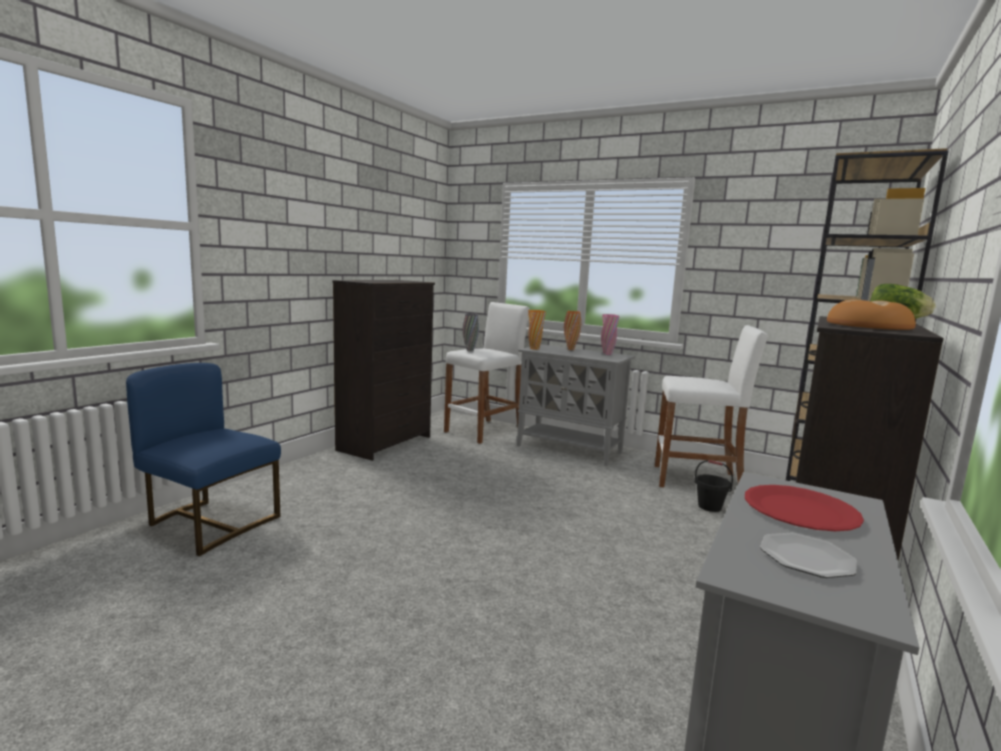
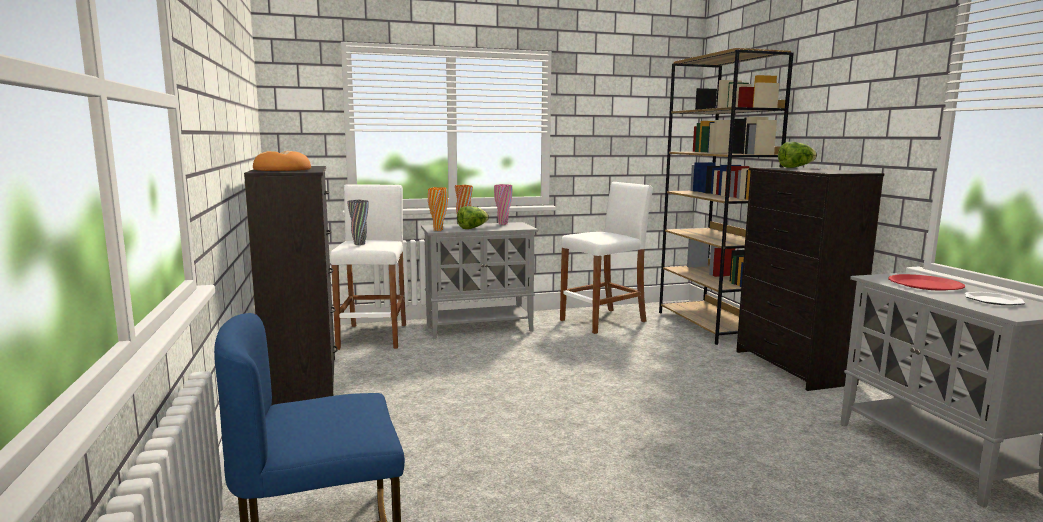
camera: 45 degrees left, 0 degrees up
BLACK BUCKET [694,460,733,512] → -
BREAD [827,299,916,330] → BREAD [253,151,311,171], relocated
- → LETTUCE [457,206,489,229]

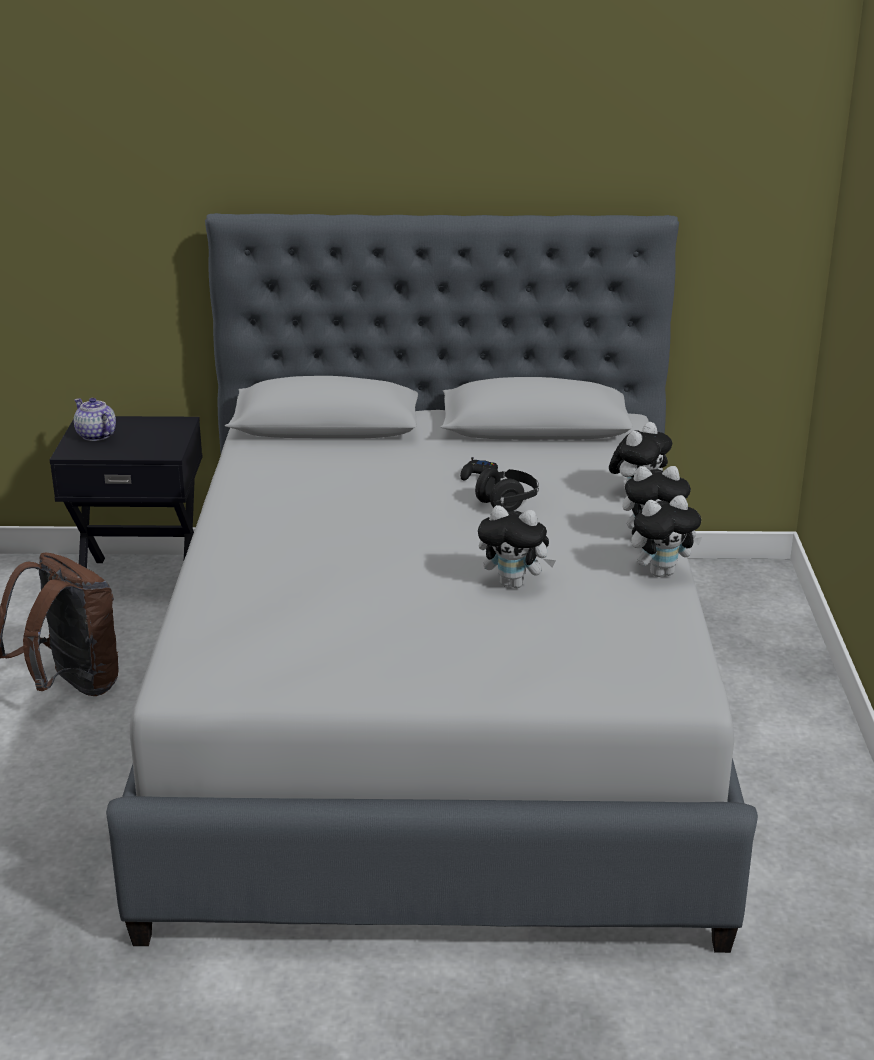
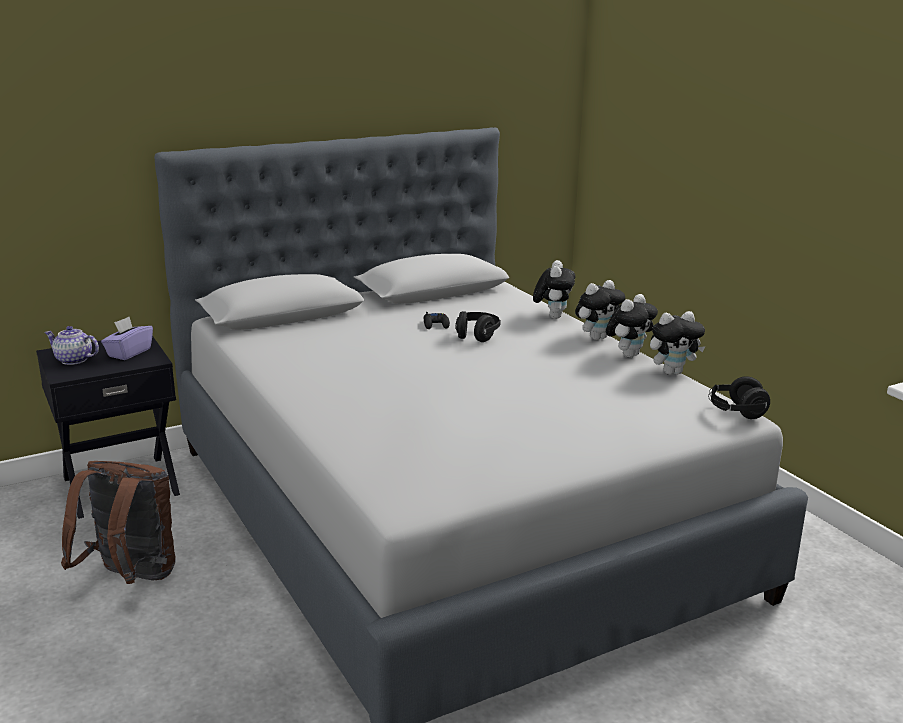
camera: 30 degrees left, 5 degrees down
PLUSH TOY [478,505,556,588] → PLUSH TOY [650,311,706,375], relocated
- → PURPLE TISSUE BOX [101,316,153,360]
- → BLACK HEADPHONES [708,376,770,419]

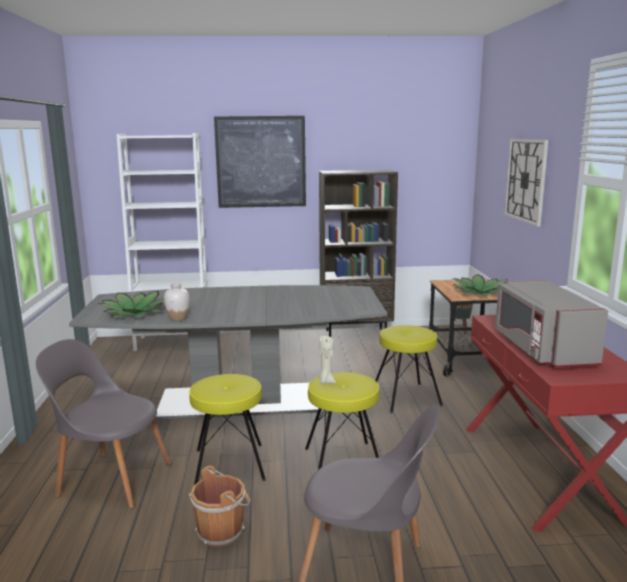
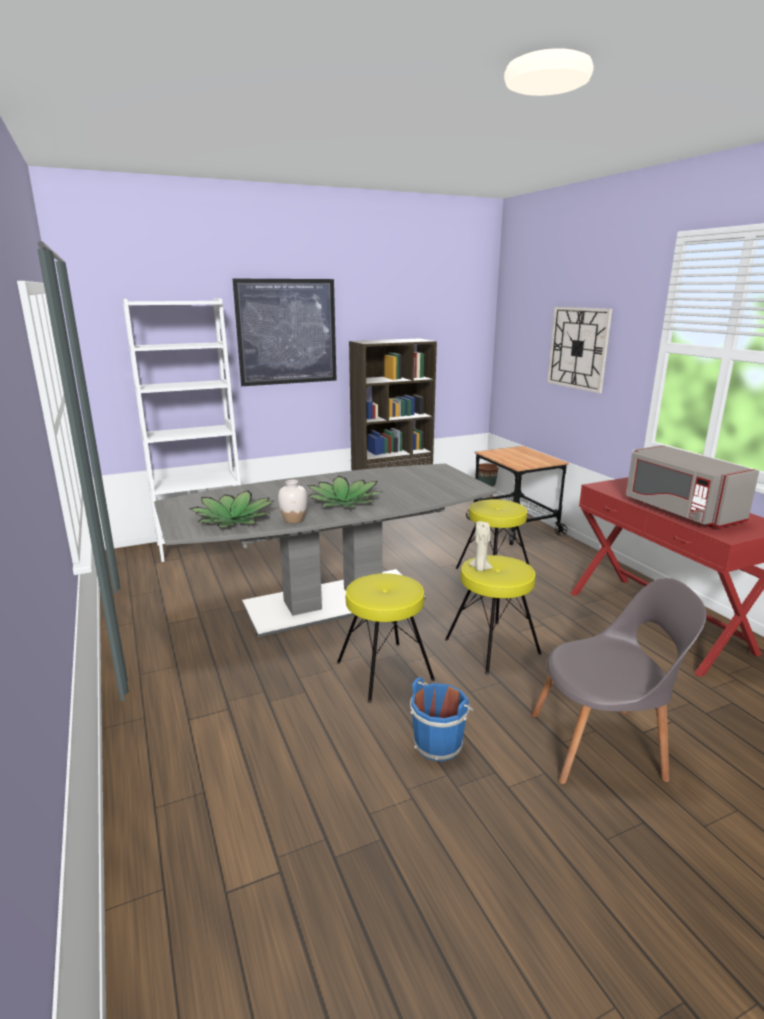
camera: 20 degrees left, 5 degrees up
GREY CHAIR [36,339,171,508] → -
BROWN BUCKET [189,466,251,547] → BLUE BUCKET [410,677,474,762]
POTTED PLANT [453,274,507,296] → POTTED PLANT [307,476,382,509], relocated

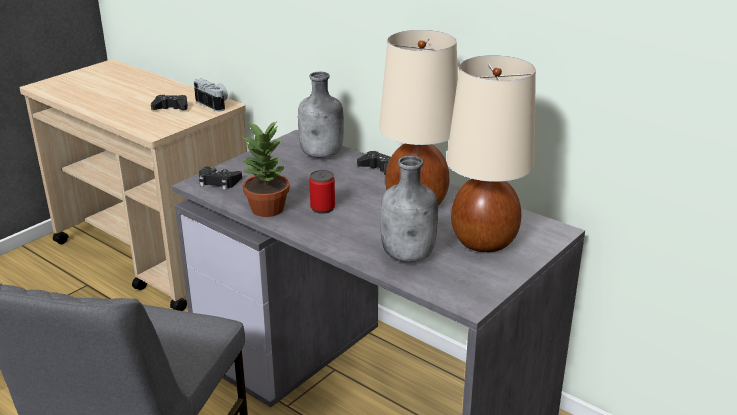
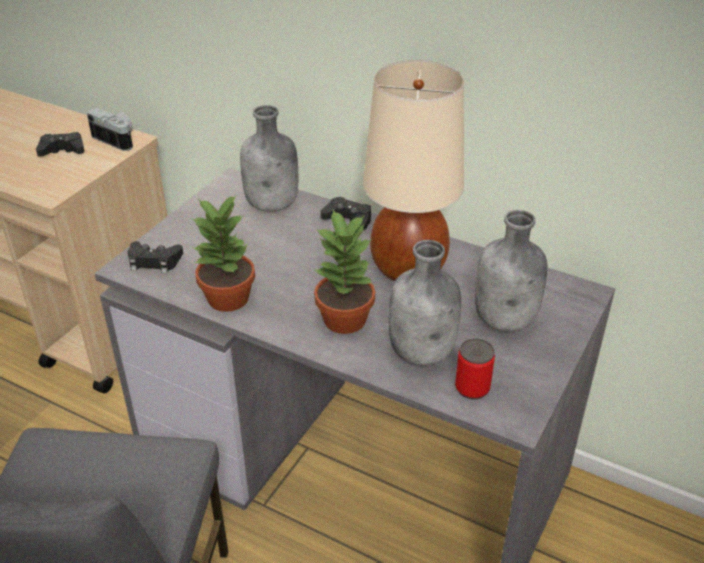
camera: 10 degrees left, 10 degrees up
CAN [309,170,335,214] → CAN [455,339,495,400], relocated
BEIGE TABLE LAMP [446,55,536,252] → GREY BOTTLE [475,210,547,331]
- → POTTED PLANT [313,210,375,334]

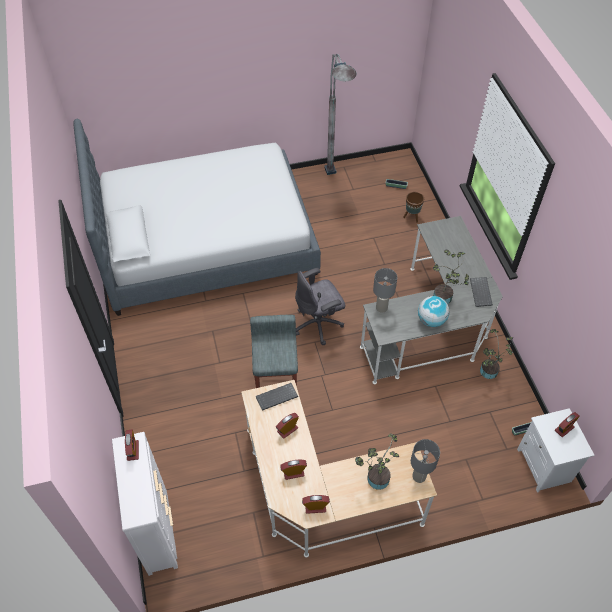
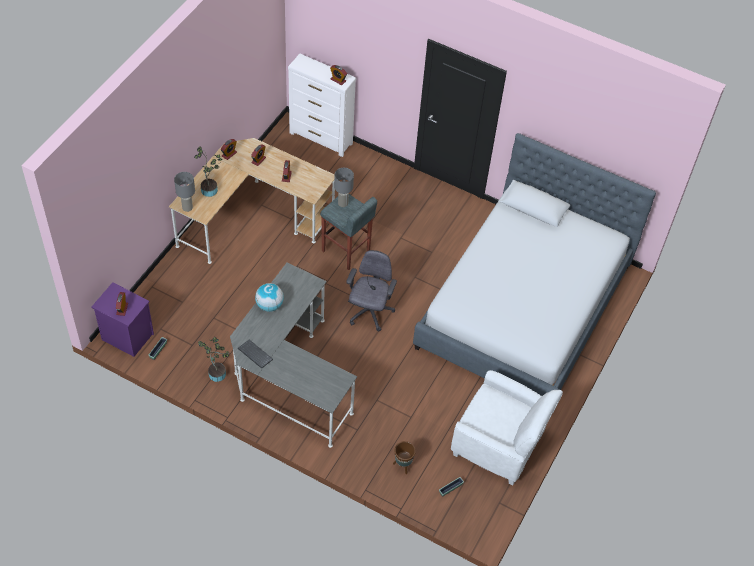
camera: 130 degrees right, 0 degrees up
KEYBOARD [256,383,298,411] → -
GREY FLOOR LAMP [324,54,357,175] → WHITE ARMCHAIR [451,370,563,485]
GREY TABLE LAMP [373,268,397,313] → GREY TABLE LAMP [334,168,354,207], relocated
POTTED PLANT [433,250,469,304] → -
WHITE NIGHTSTAND [517,408,594,492] → PURPLE NIGHTSTAND [91,282,154,357]

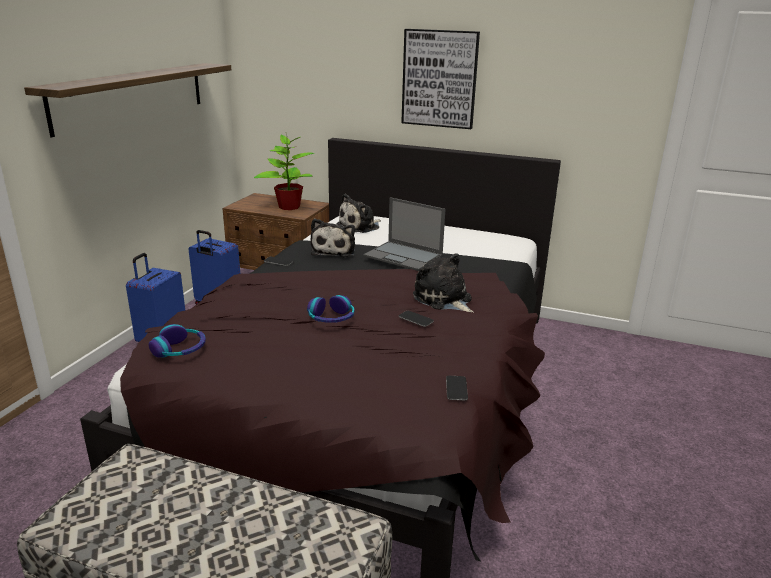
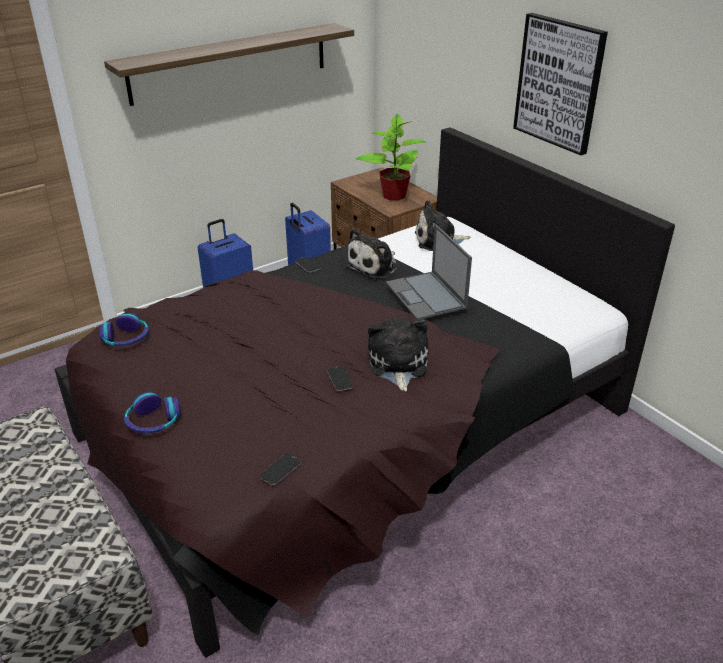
camera: 35 degrees right, 10 degrees up
HEADPHONES [307,295,354,323] → HEADPHONES [124,392,181,433], relocated

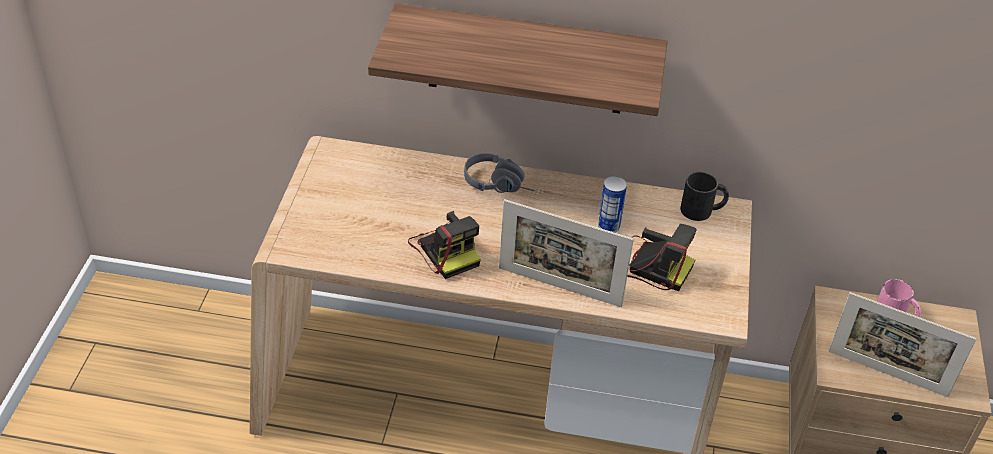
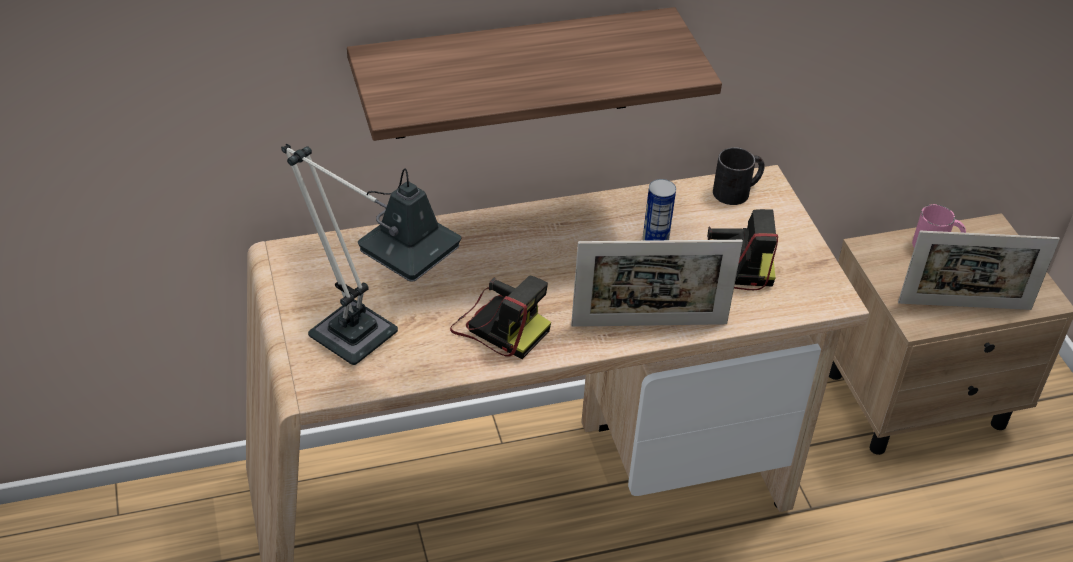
camera: 25 degrees left, 0 degrees up
GREY HEADPHONES [464,153,534,193] → -
- → TABLE LAMP [281,144,461,365]

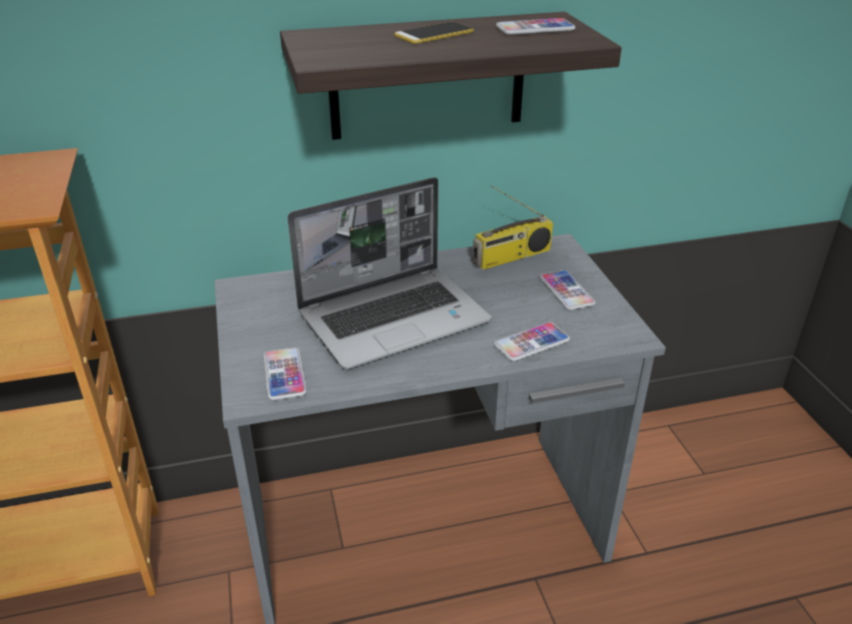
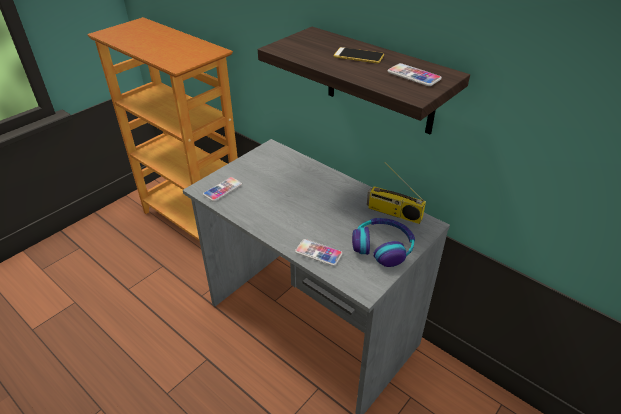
camera: 55 degrees right, 5 degrees up
LAPTOP [288,177,492,369] → -
PHONE [540,270,596,310] → HEADPHONES [352,218,415,267]

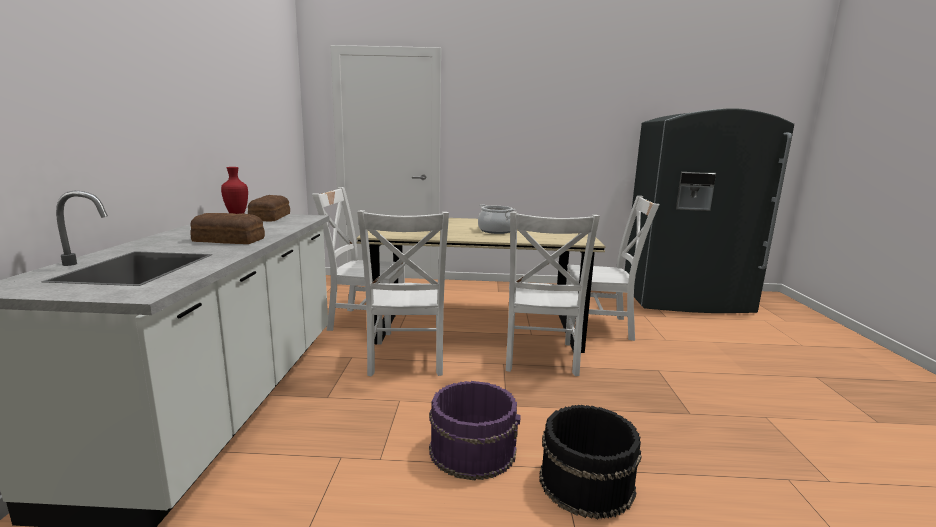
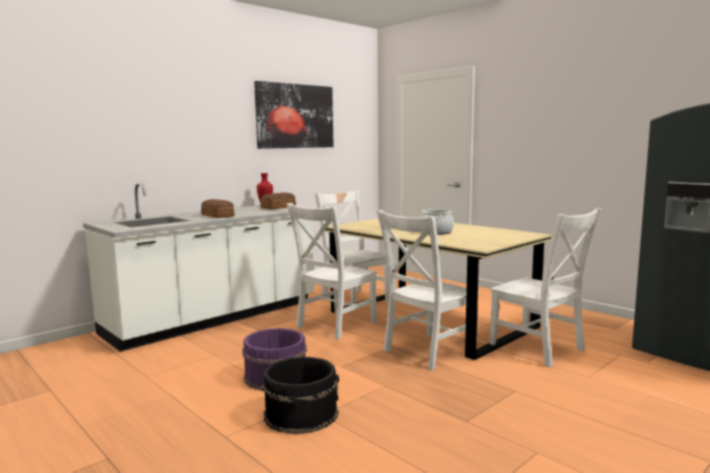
camera: 45 degrees right, 5 degrees down
- → PICTURE [254,81,334,149]

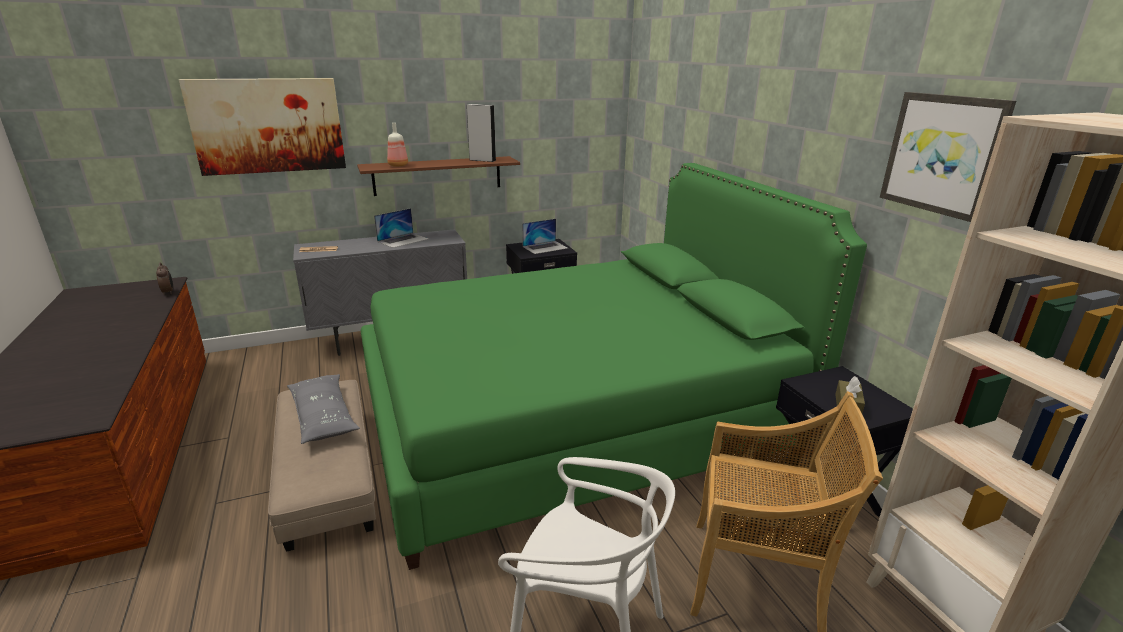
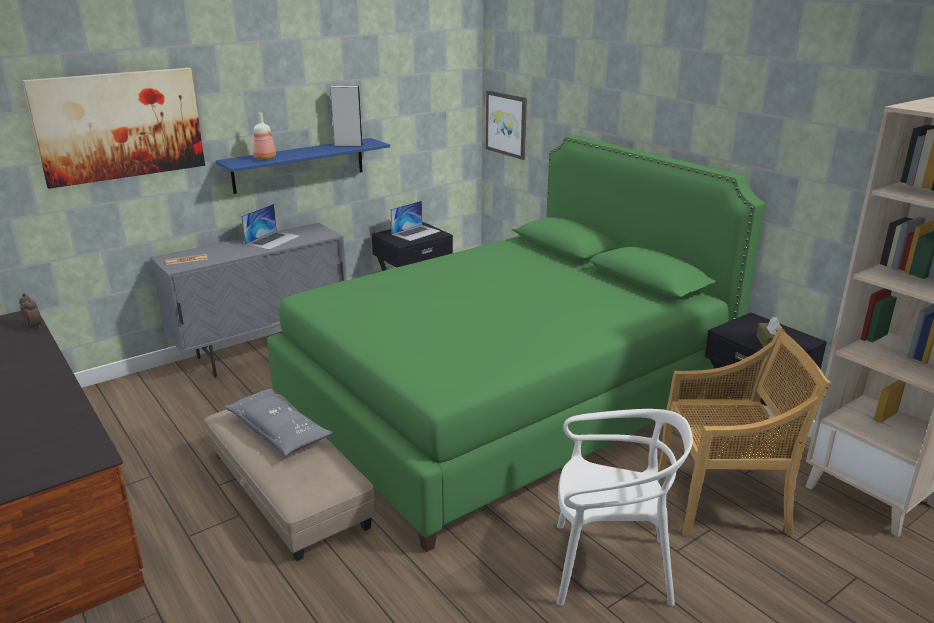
camera: 15 degrees left, 0 degrees up
BROWN SHELF [357,156,520,196] → BLUE SHELF [216,138,390,194]
PICTURE [880,92,1016,222] → PICTURE [486,90,527,160], relocated

